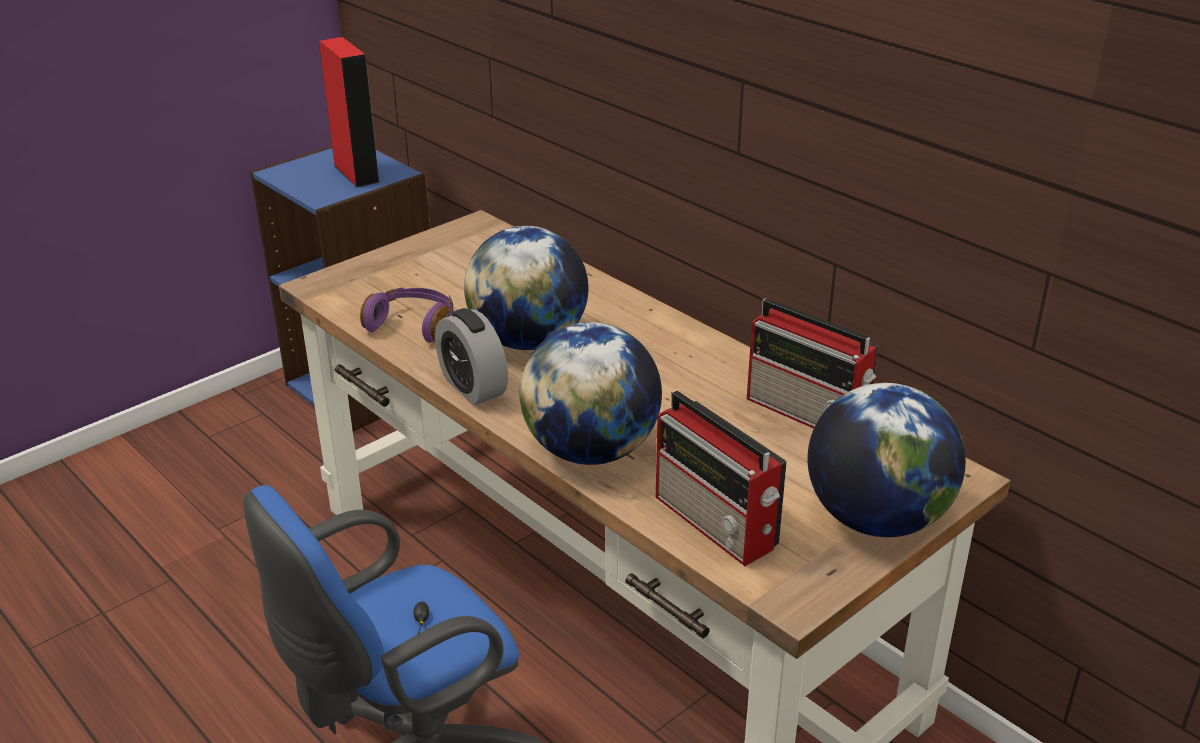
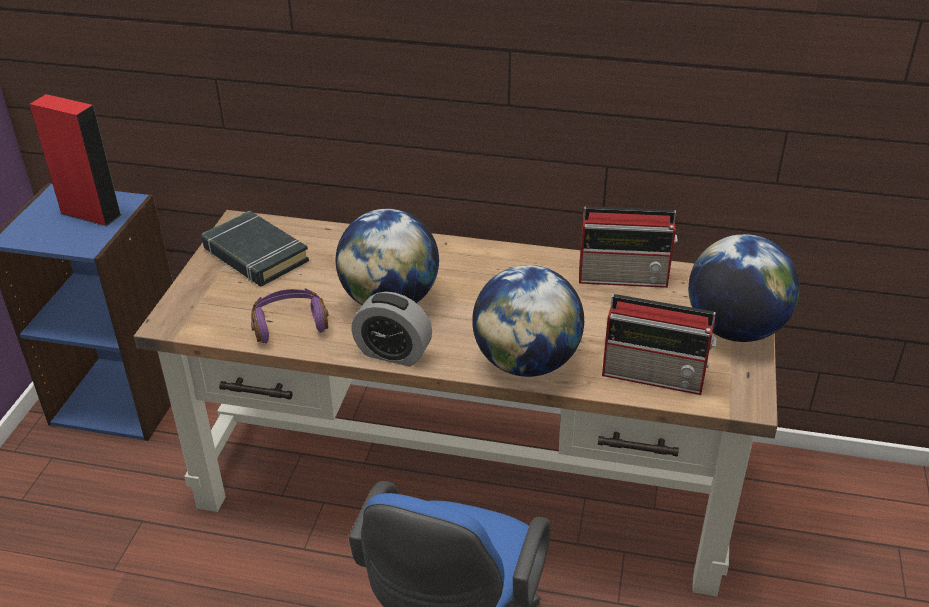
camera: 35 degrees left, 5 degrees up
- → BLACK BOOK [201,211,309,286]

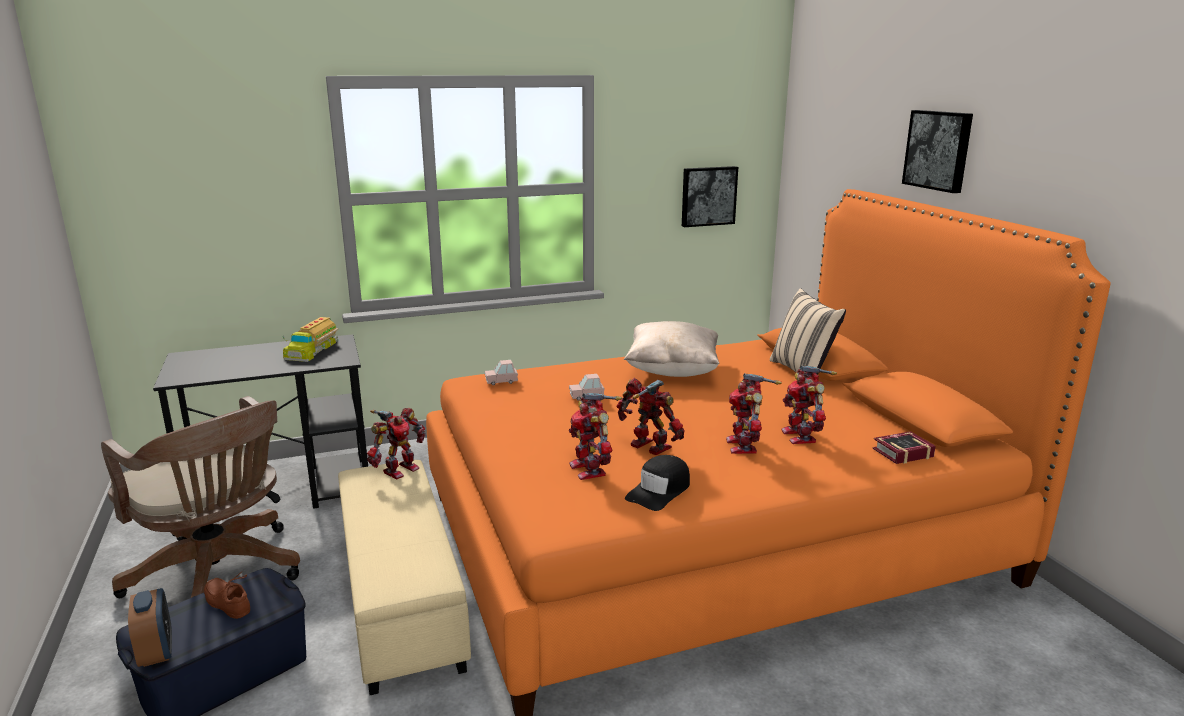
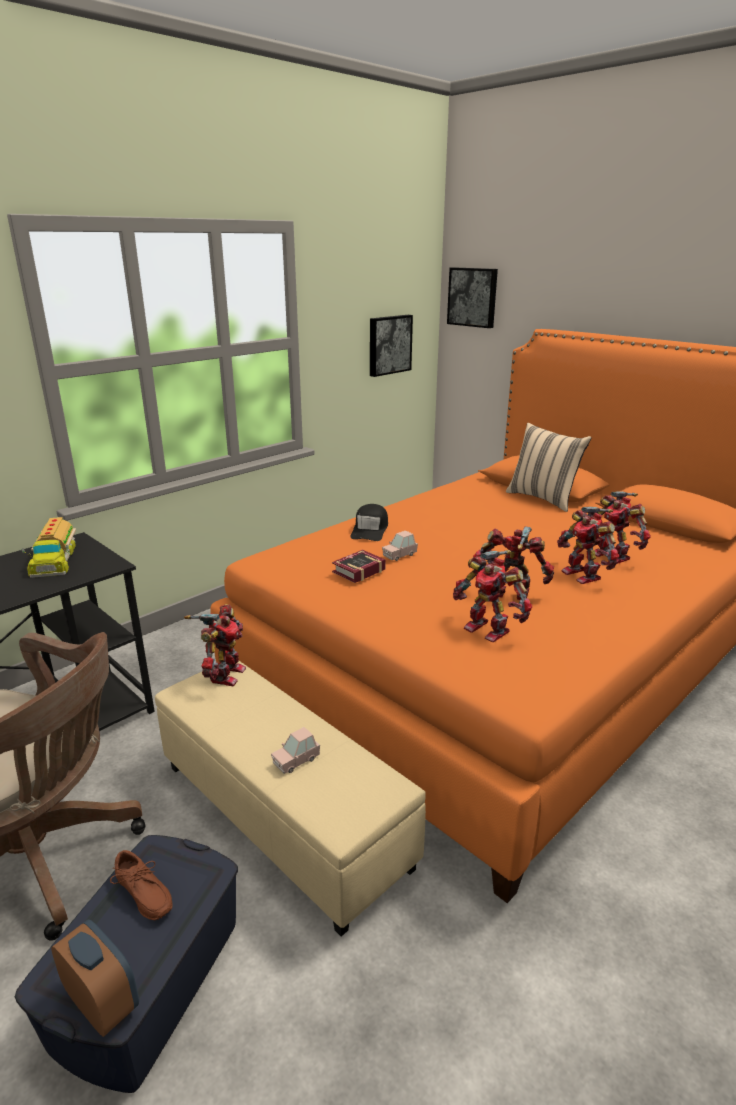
camera: 25 degrees left, 5 degrees up
BROWN SHOE [204,571,250,619] → BROWN SHOE [110,850,173,921], 150 degrees counterclockwise
PINK TOY CAR [485,360,518,385] → PINK TOY CAR [271,727,320,774], relocated
BEIGE PILLOW [624,321,720,377] → -
BLACK CAP [625,455,690,511] → BLACK CAP [350,504,388,541], relocated
BOOK [872,431,936,464] → BOOK [332,550,386,583], relocated
PICTURE [902,110,973,193] → PICTURE [447,267,498,328], relocated

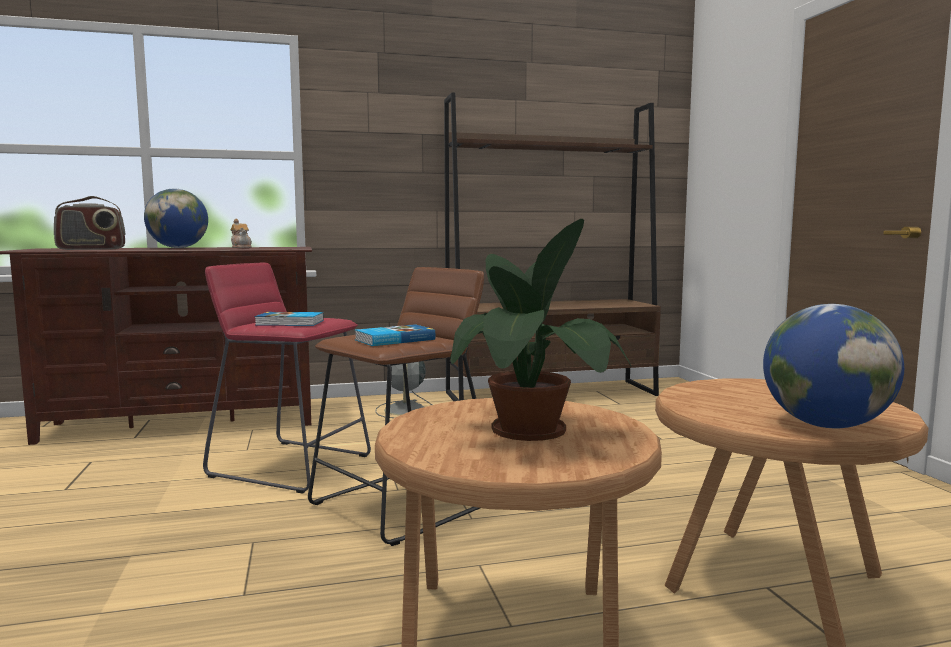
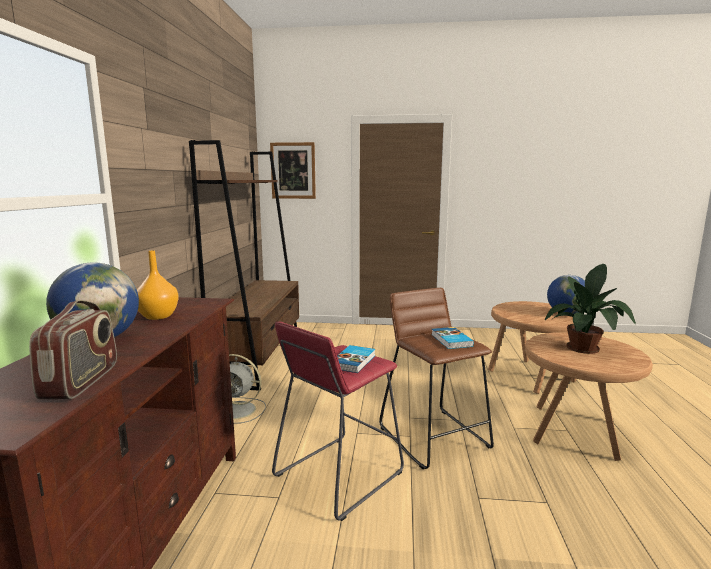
camera: 70 degrees left, 5 degrees up
TEAPOT [231,219,252,248] → ORANGE VASE [137,250,179,320]
- → PICTURE [270,142,316,199]

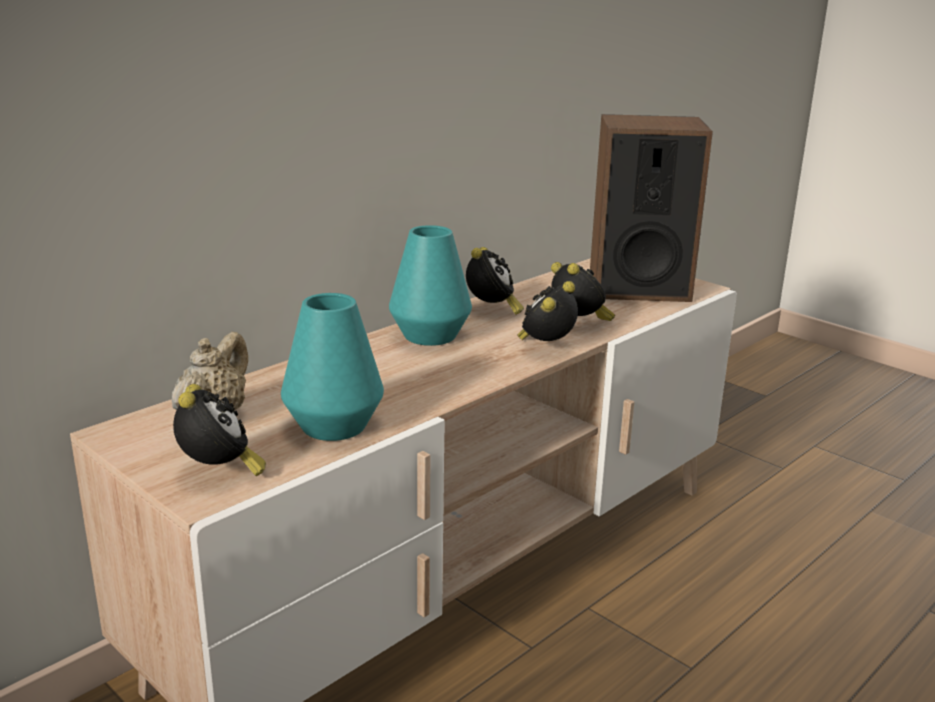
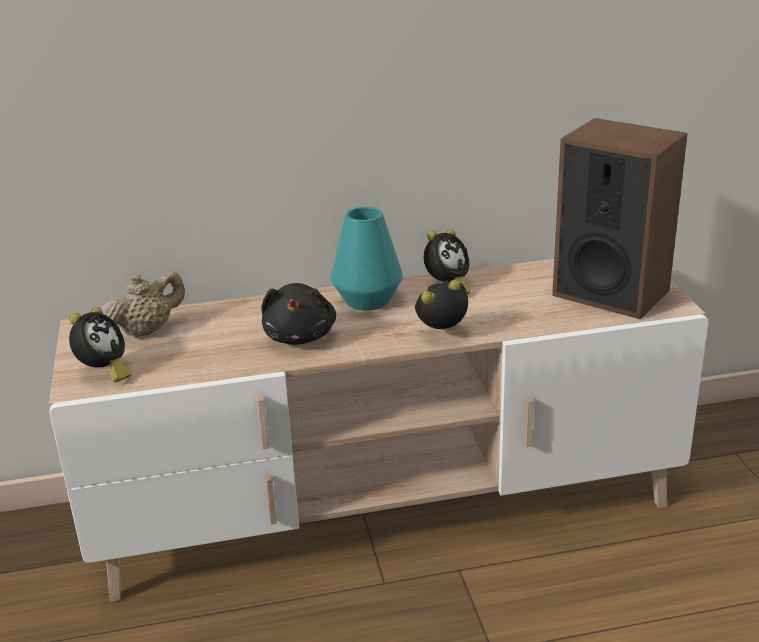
camera: 35 degrees right, 5 degrees up
TURQUOISE VASE [281,293,384,441] → -
ALARM CLOCK [551,262,615,321] → -
- → BLACK PLUSH TOY [261,283,336,345]

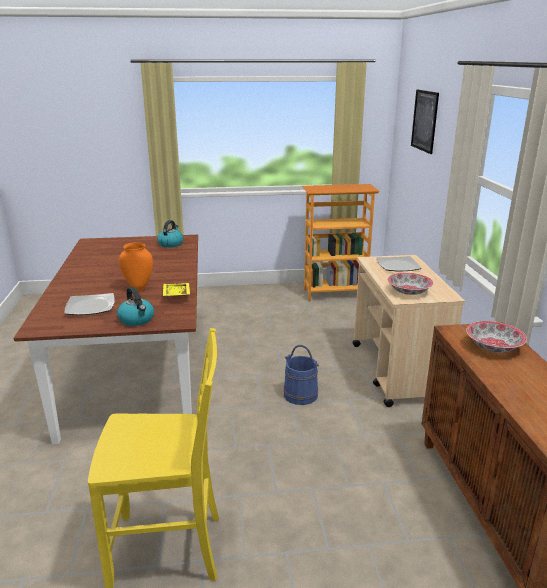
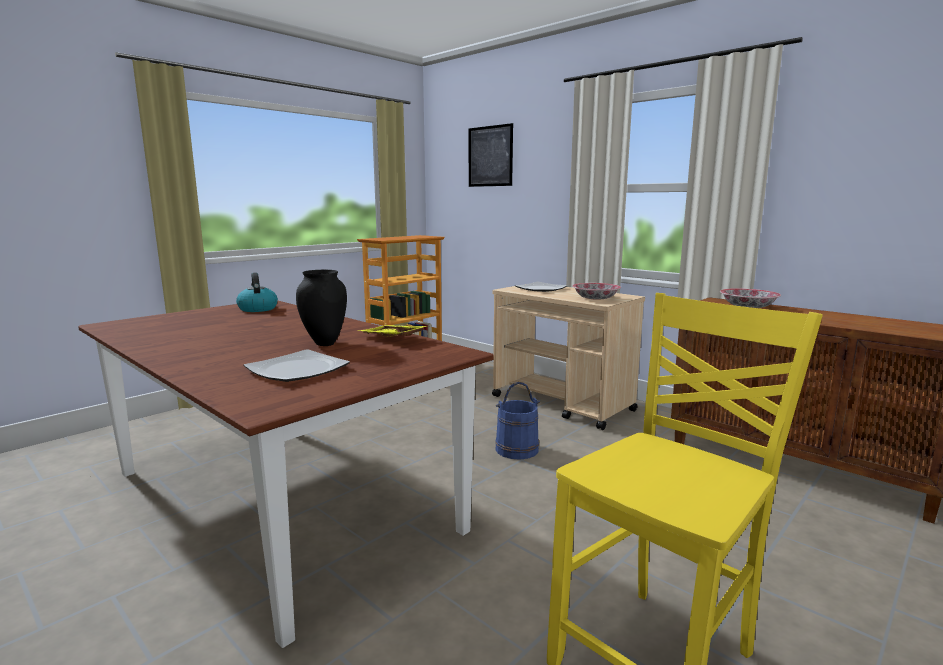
camera: 40 degrees left, 10 degrees down
KETTLE [117,287,154,326] → -
ORANGE VASE [119,242,153,292] → BLACK VASE [296,270,347,346]

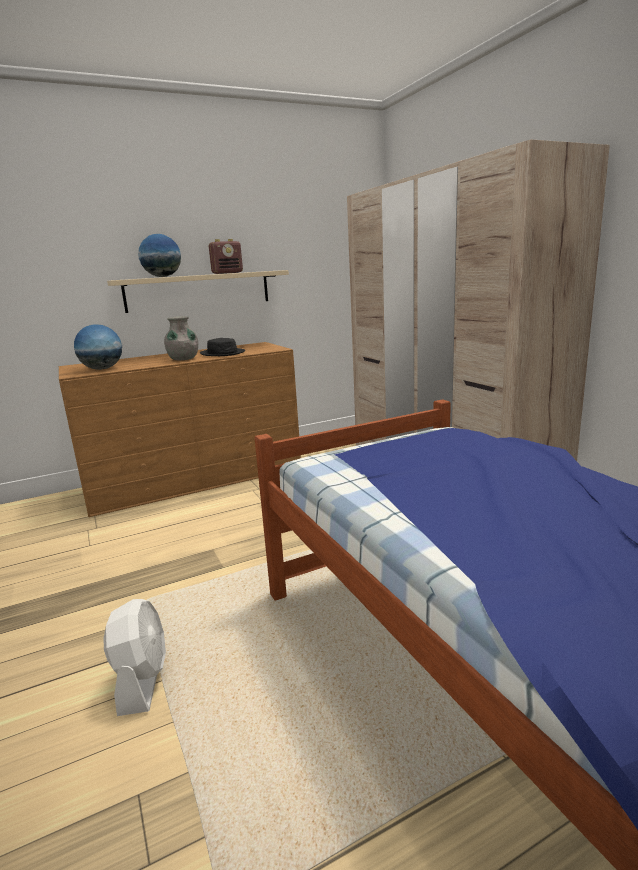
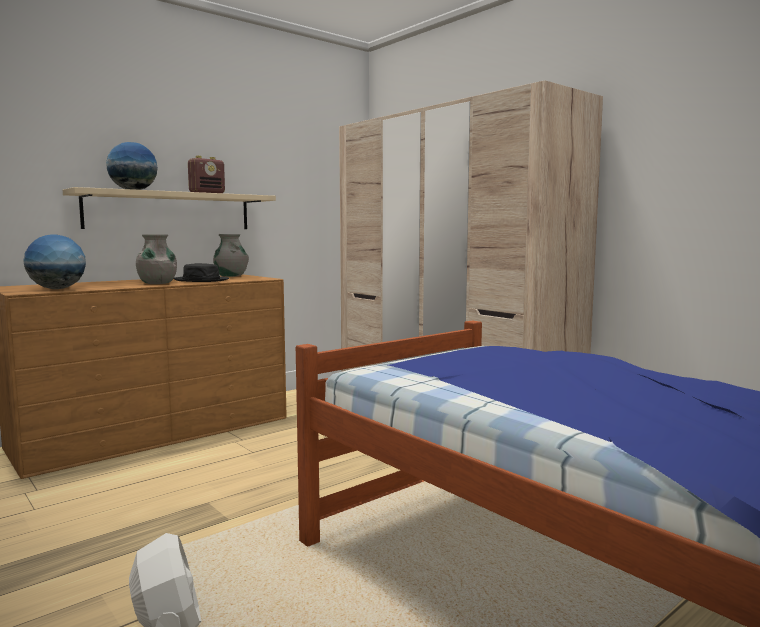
camera: 15 degrees left, 10 degrees down
- → GREY VASE [213,234,249,277]

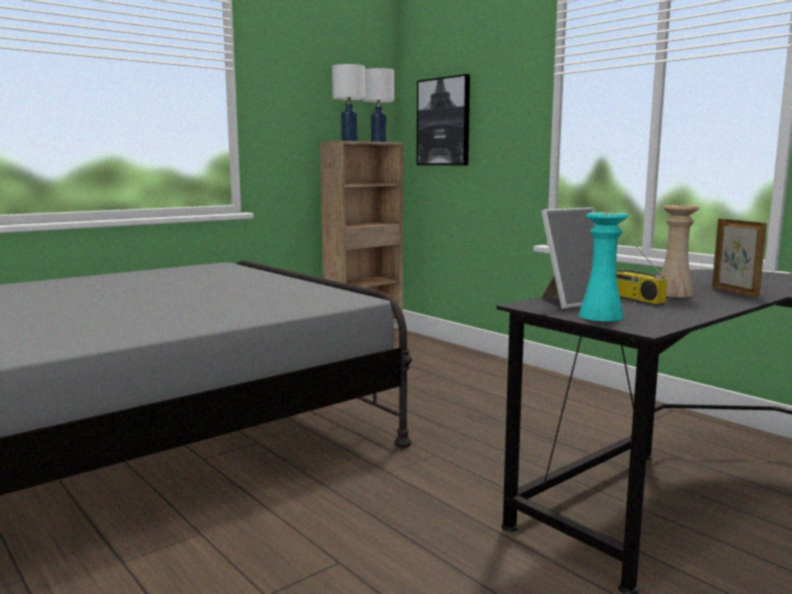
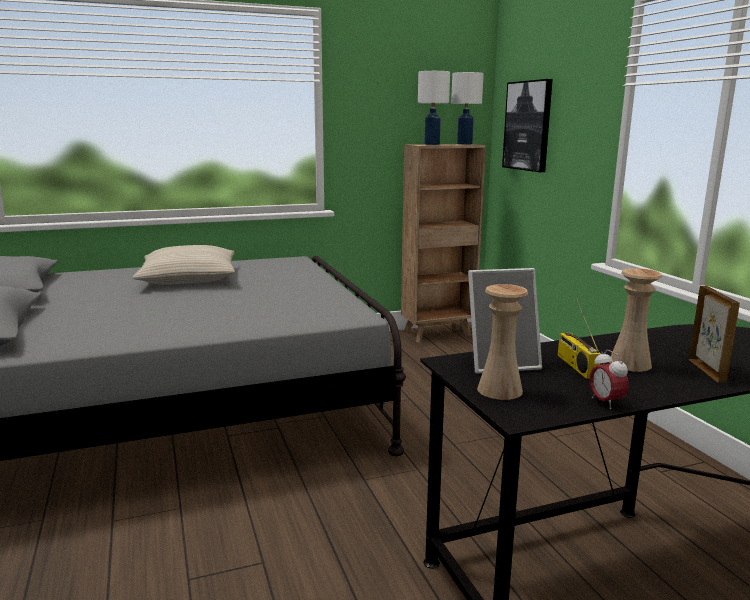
camera: 20 degrees right, 5 degrees up
TURQUOISE VASE [579,212,628,321] → BEIGE VASE [477,284,528,400]
- → BEIGE PILLOW [133,245,235,285]
- → ALARM CLOCK [589,350,629,410]

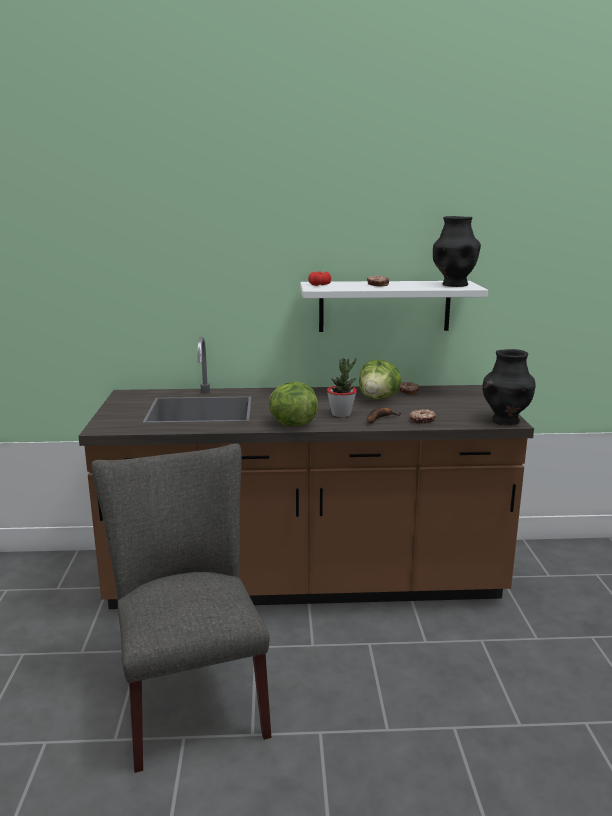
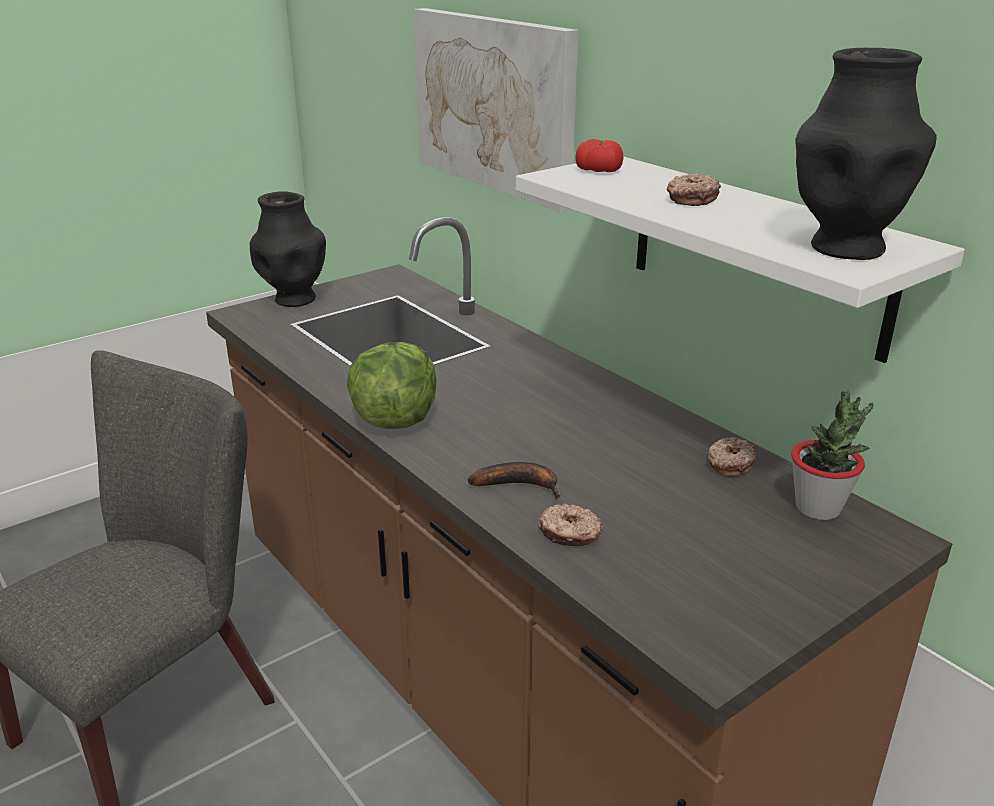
camera: 55 degrees right, 10 degrees up
POTTED PLANT [327,358,357,417] → POTTED PLANT [791,390,874,520], relocated
LETTUCE [359,360,402,399] → -
BLACK VASE [483,349,536,426] → BLACK VASE [250,191,326,307], relocated
- → PICTURE [414,8,578,212]

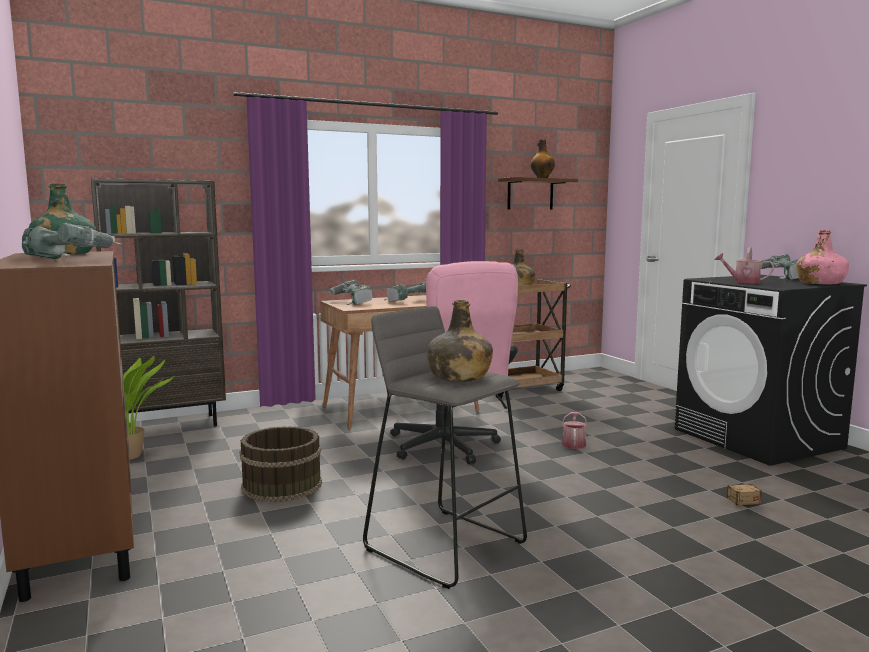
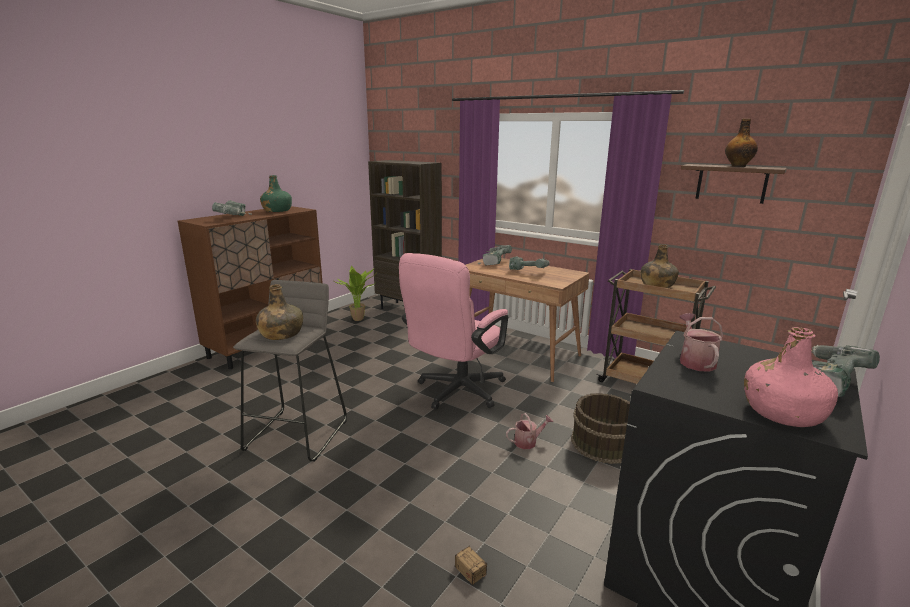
camera: 60 degrees right, 10 degrees up
BROWN BUCKET [240,426,322,502] → BROWN BUCKET [571,393,630,464], relocated

